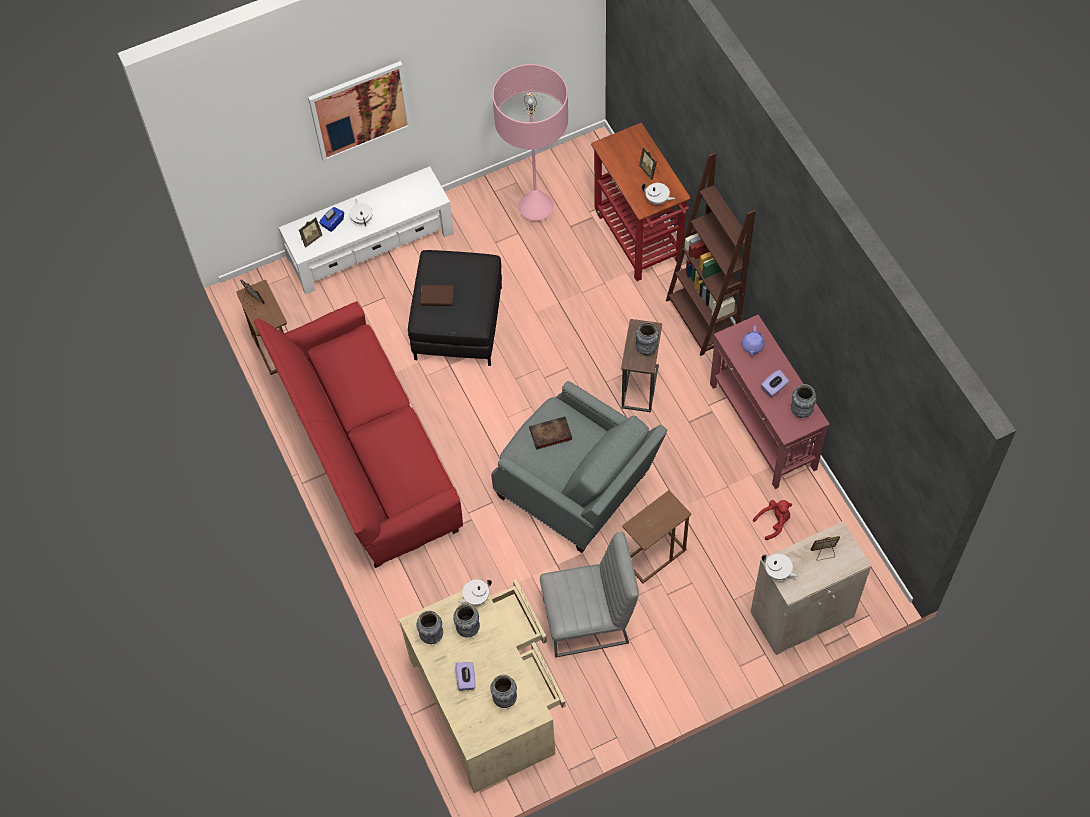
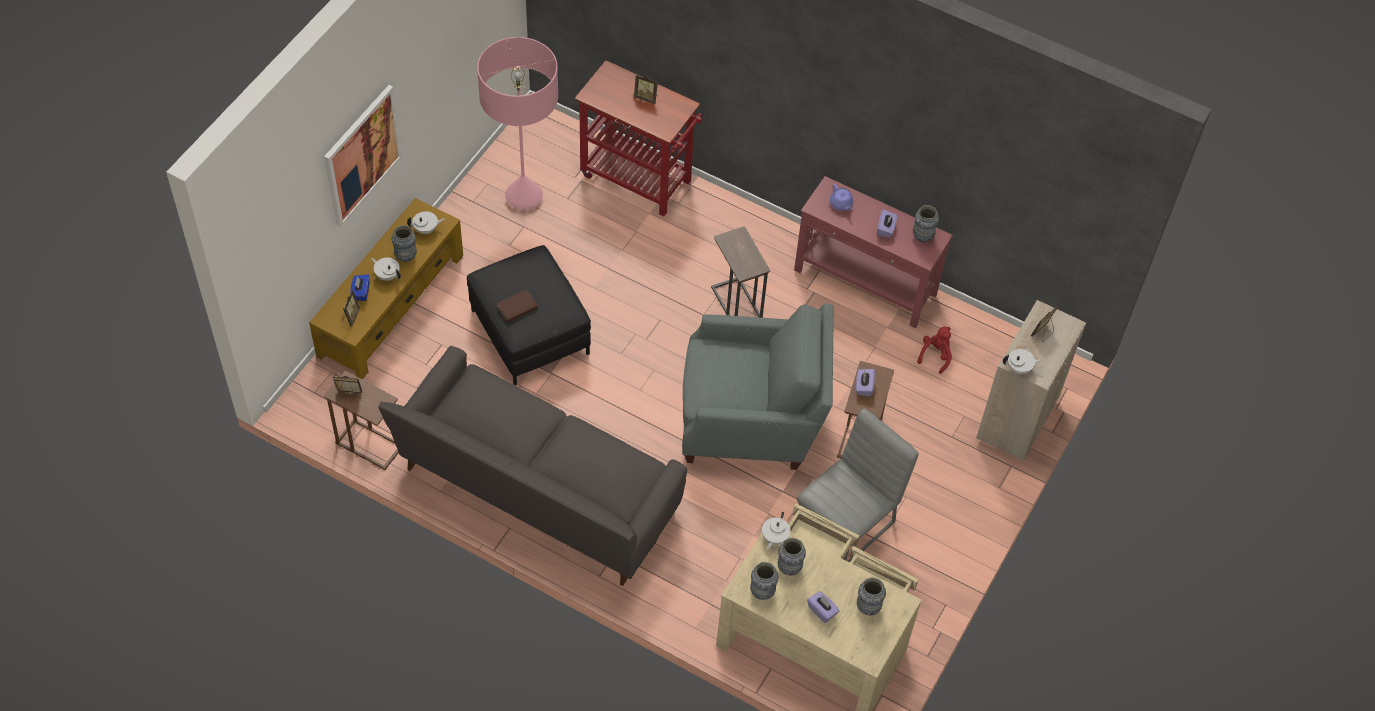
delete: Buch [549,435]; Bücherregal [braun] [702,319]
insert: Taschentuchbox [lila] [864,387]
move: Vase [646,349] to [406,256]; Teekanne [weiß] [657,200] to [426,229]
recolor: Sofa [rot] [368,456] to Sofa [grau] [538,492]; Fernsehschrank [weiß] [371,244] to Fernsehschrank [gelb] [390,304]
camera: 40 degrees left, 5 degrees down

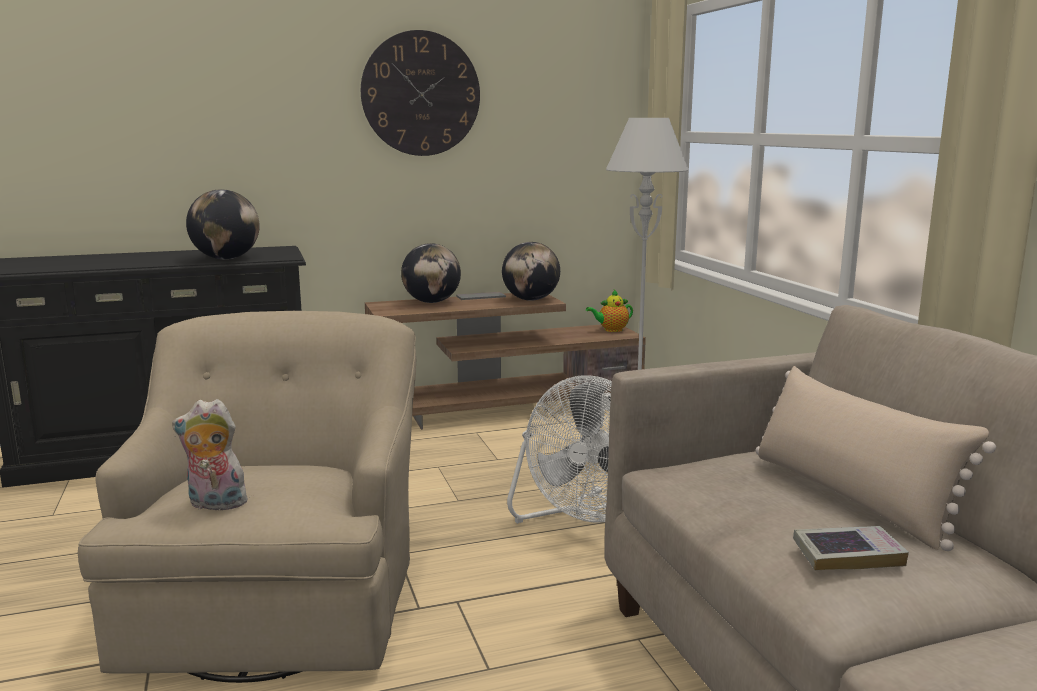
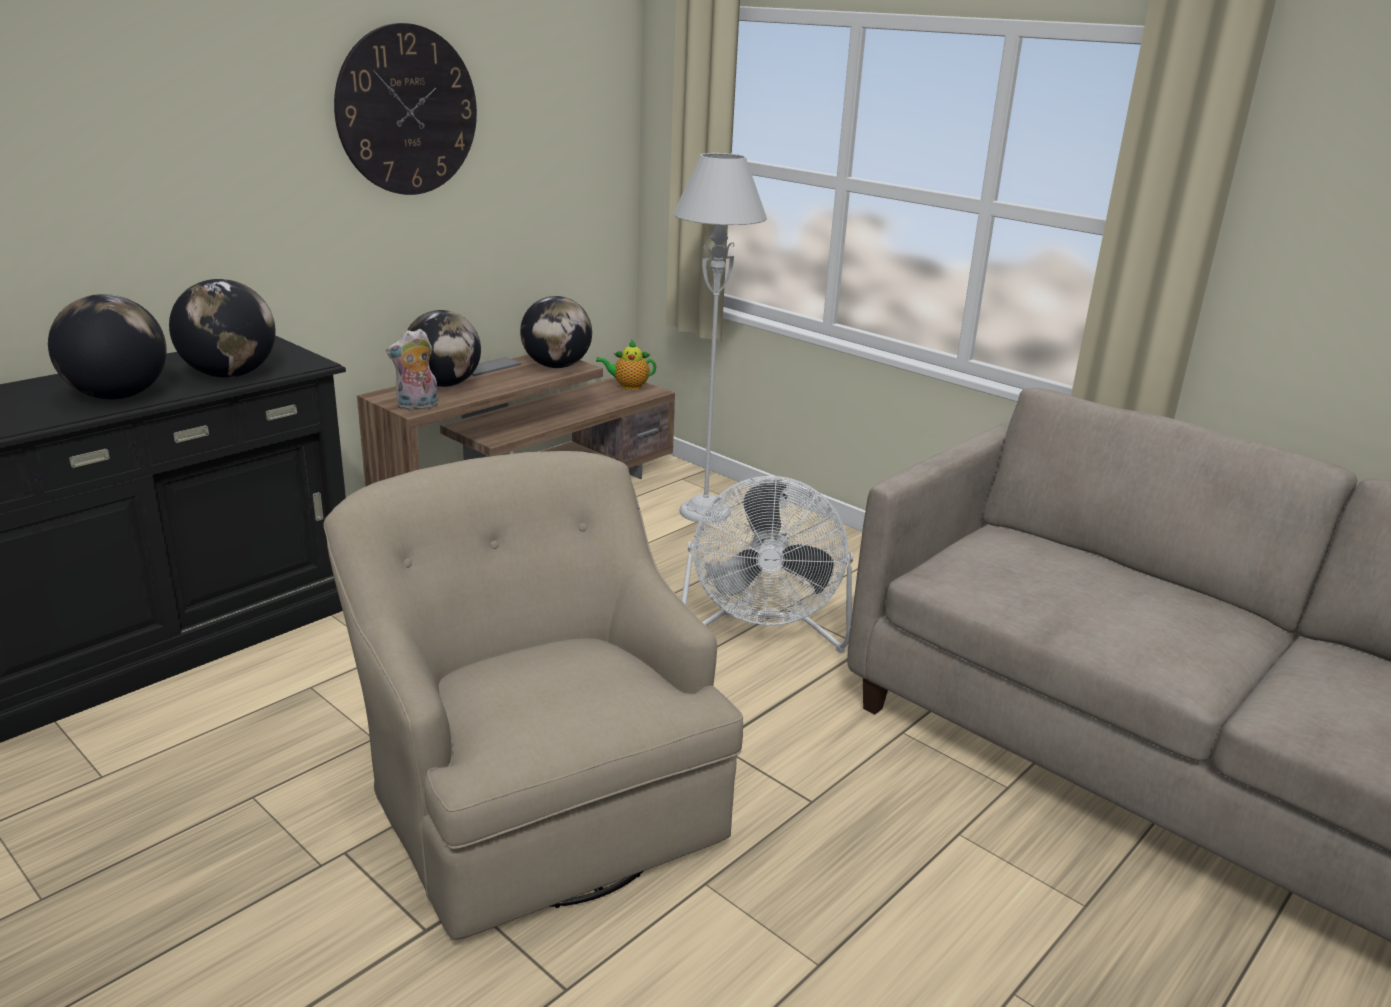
delete: Kissen [beige] [849,497]; Buch [847,554]
insert: Globus [117,396]
move: Plüschtier [214,504] to [417,407]
rotate: Teekanne [611,330] = [628,386] 45 degrees clockwise
camera: 30 degrees left, 10 degrees up

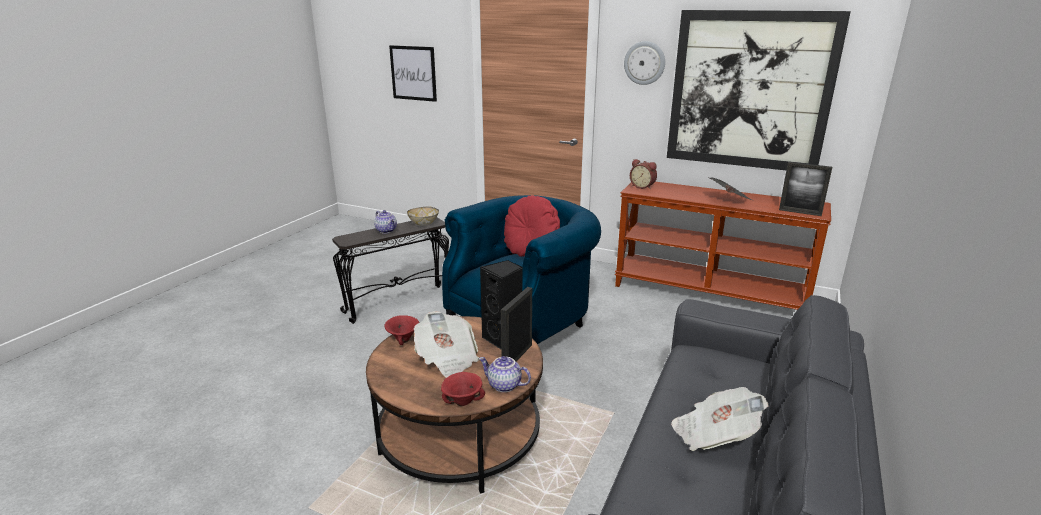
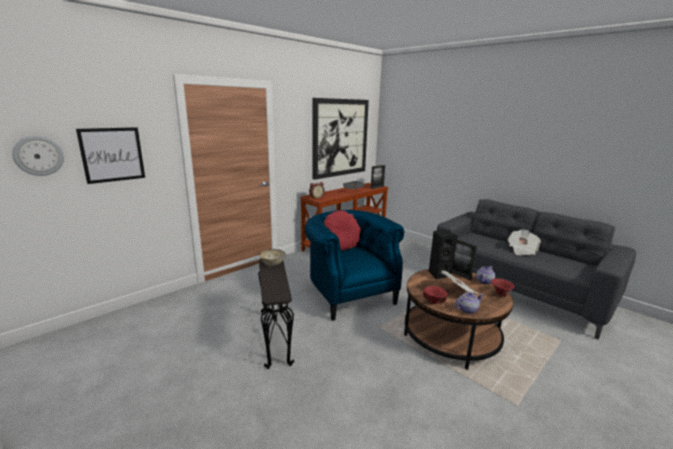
move: Teekanne [387,230] to [467,309]; Wanduhr [644,63] to [39,156]
camera: 70 degrees left, 5 degrees down

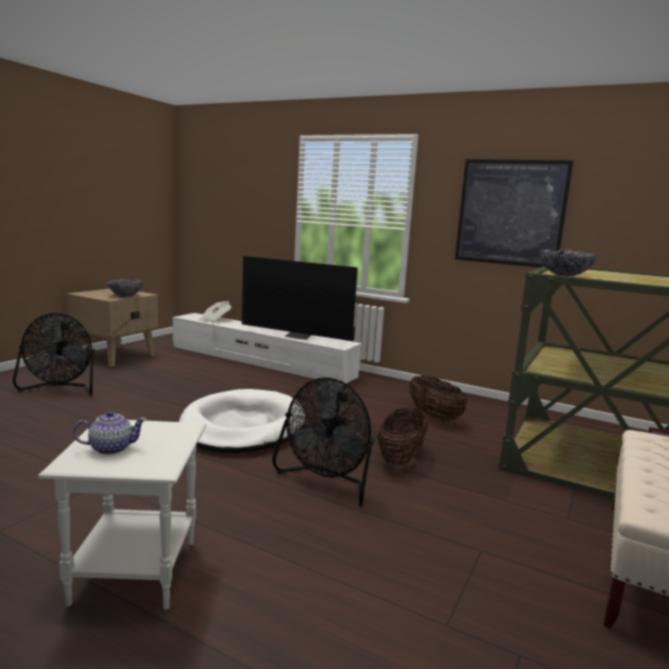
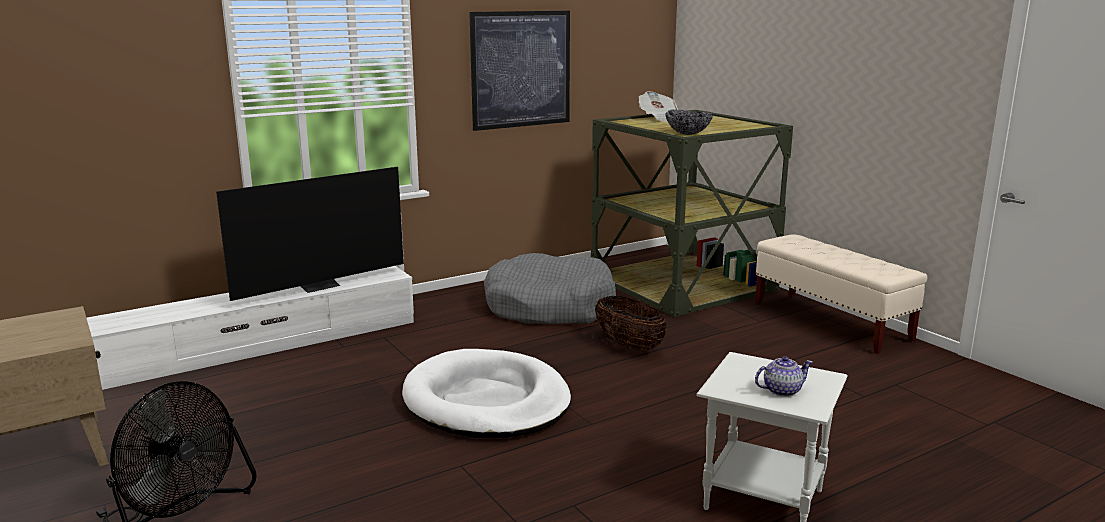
delete: Schüssel [125,296]; Ventilator [schwarz] [326,479]
move: Zeitung [214,320] to [658,118]
replace: Korb [434,417] to Hundebett [grau] [550,307]
rotate: Teekanne [110,448] = [781,390] 60 degrees clockwise
camera: 60 degrees left, 5 degrees up

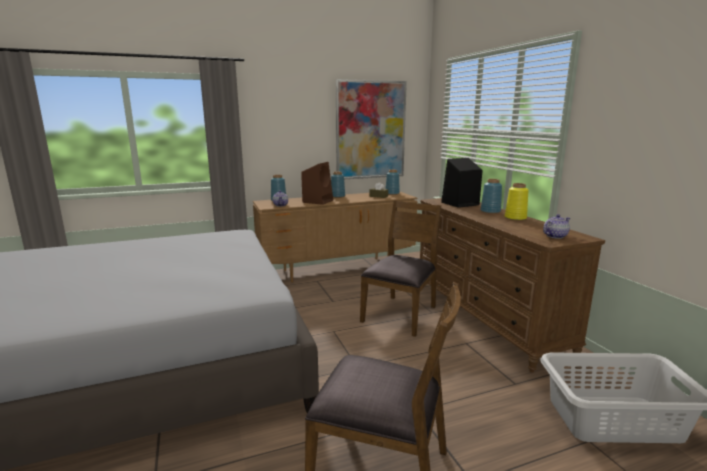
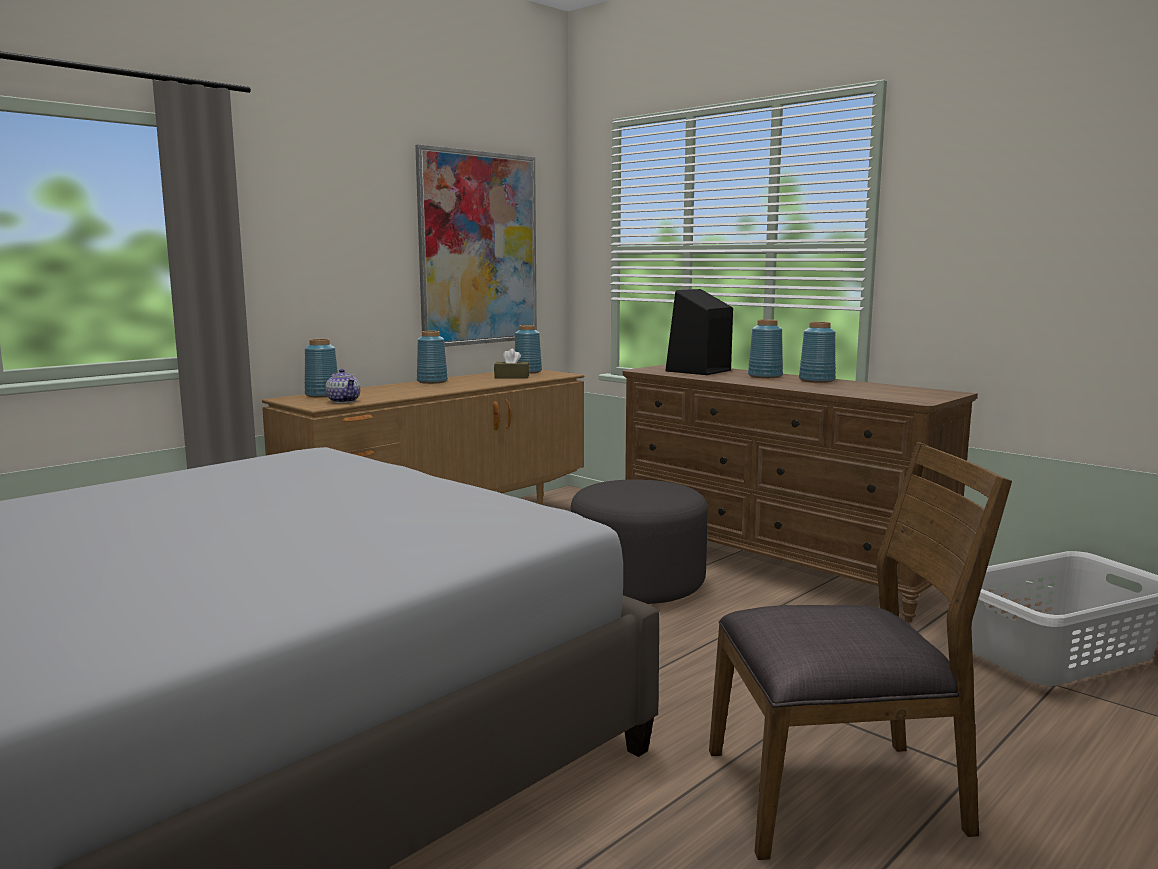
delete: Lautsprecher [braun] [318,201]; Teekanne [554,236]
replace: Stuhl [braun] [401,314] to Polsterhocker [grau] [638,583]
recolor: Vase [gelb] [515,218] to Vase [blau] [816,380]
camera: 25 degrees left, 5 degrees down

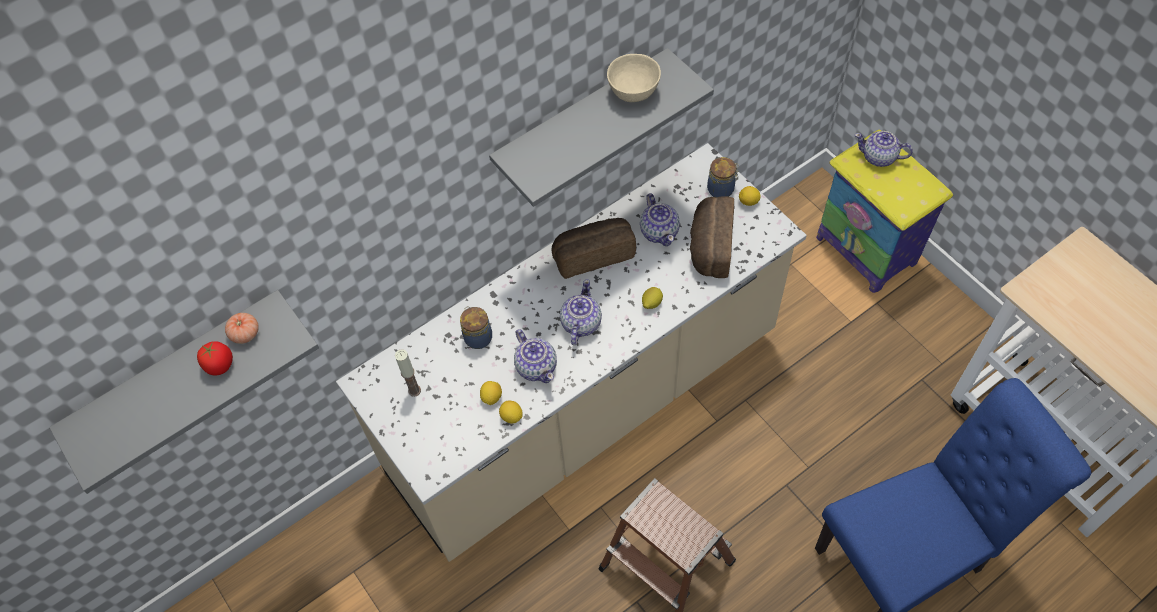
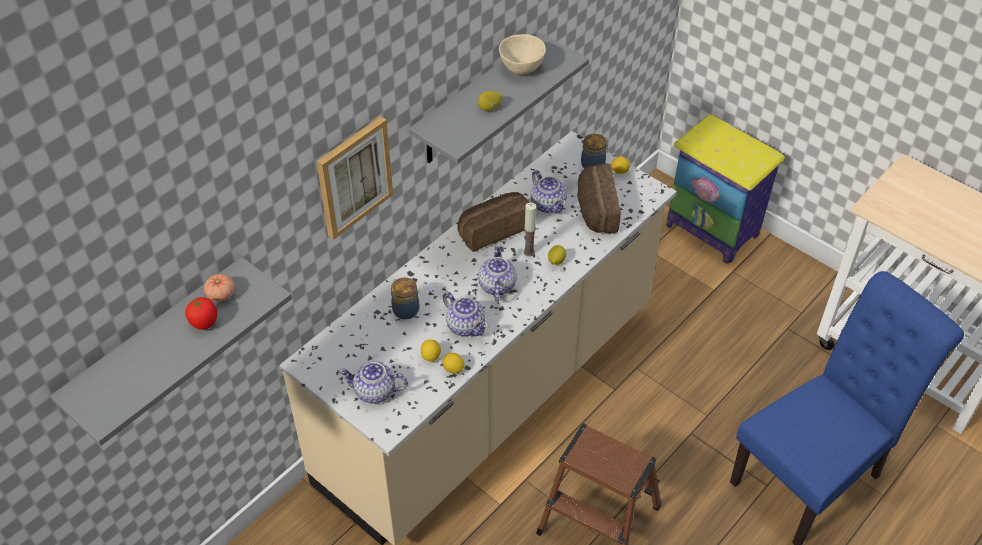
insert: Bild [353,176]; Zitrone [489,108]
move: Kerze [414,390] to [529,252]; Teekanne [879,157] to [375,392]
camera: 15 degrees left, 10 degrees down

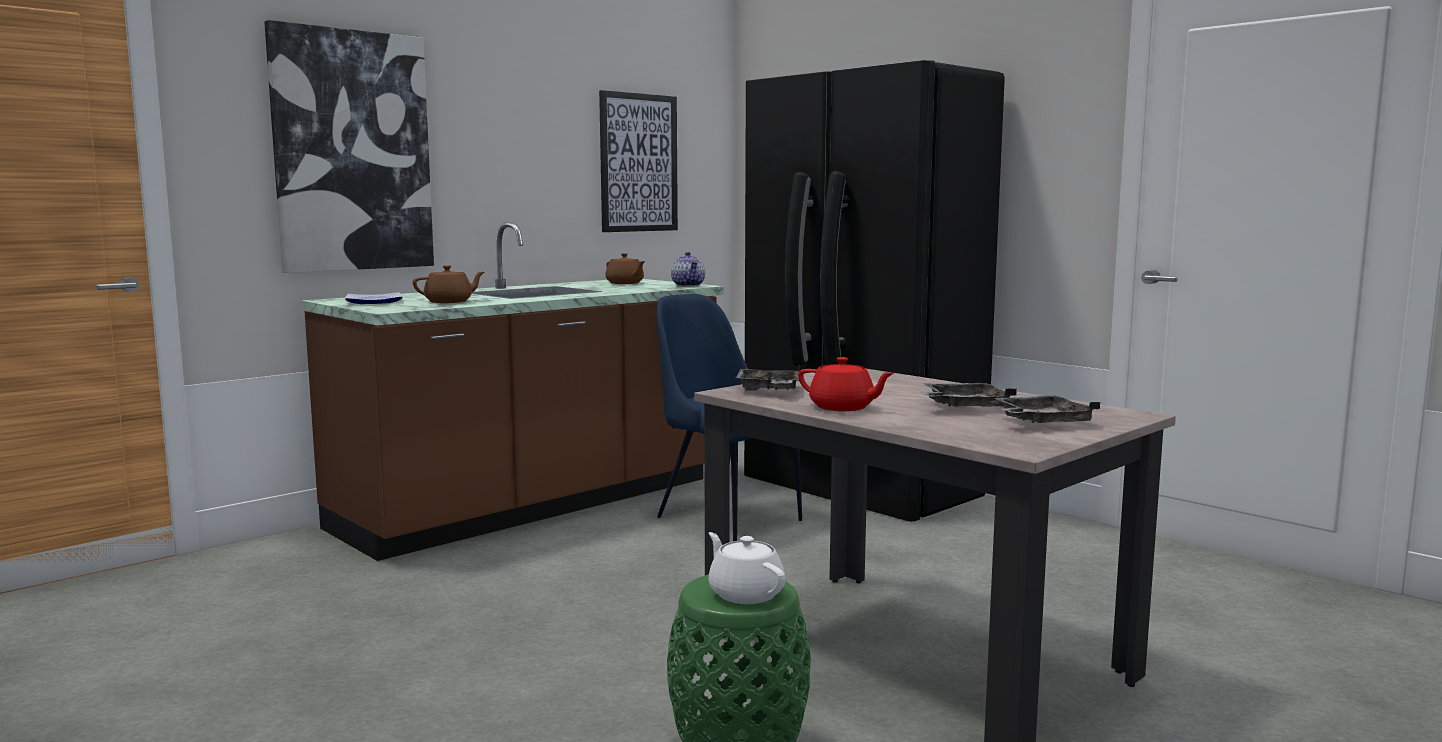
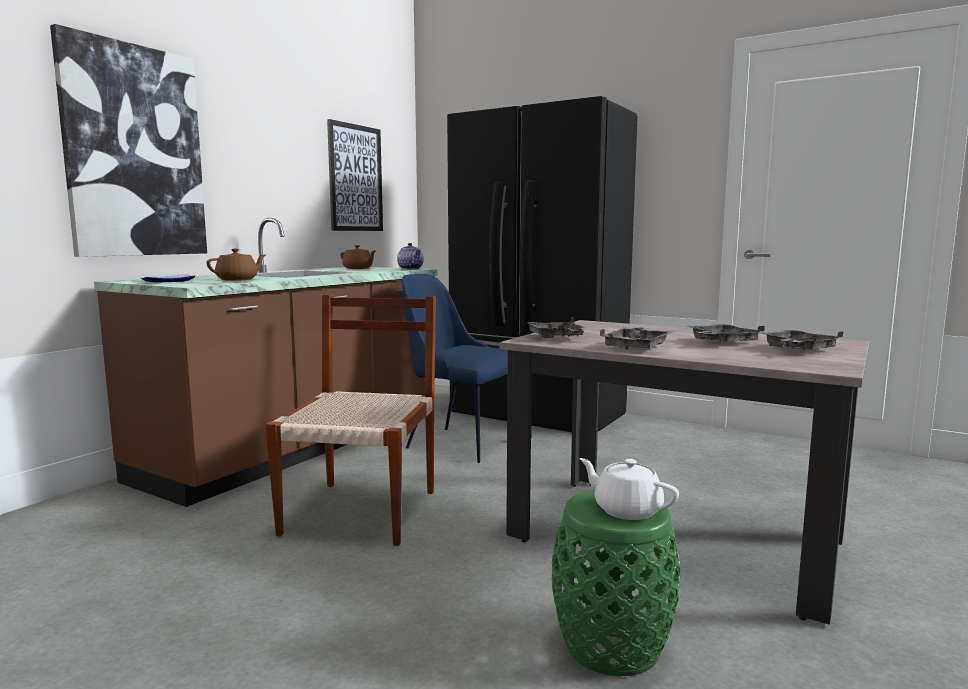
insert: Stuhl [363,511]
replace: Teekanne [rot] [843,408] to Tablett [grau] [637,347]
camera: 15 degrees left, 0 degrees up

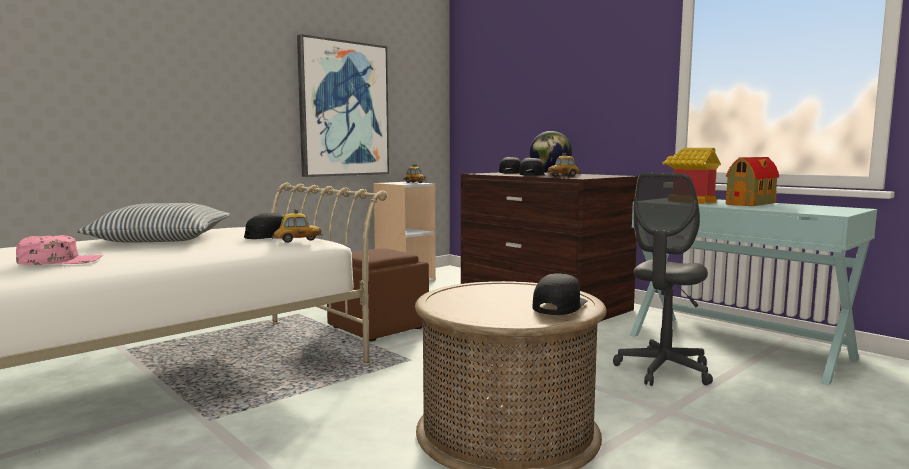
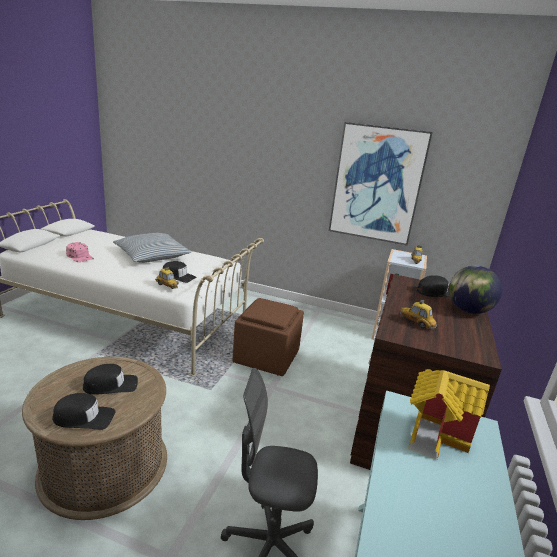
delete: Spielzeughaus [751,203]
move: Kappe [schwarz] [531,175] to [111,385]
camera: 60 degrees right, 15 degrees up

